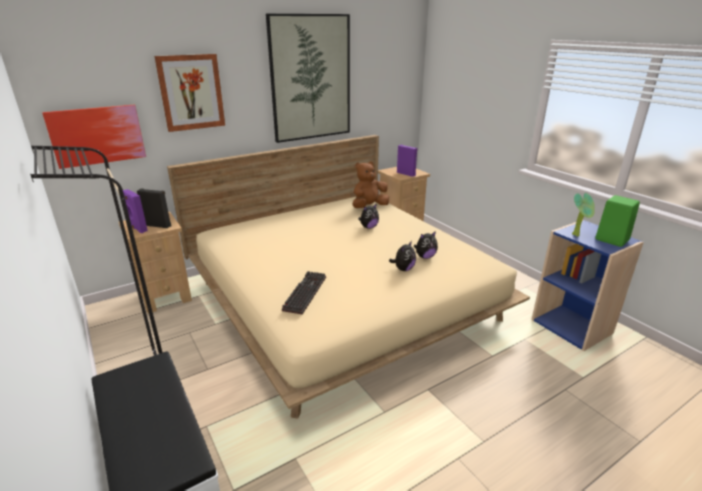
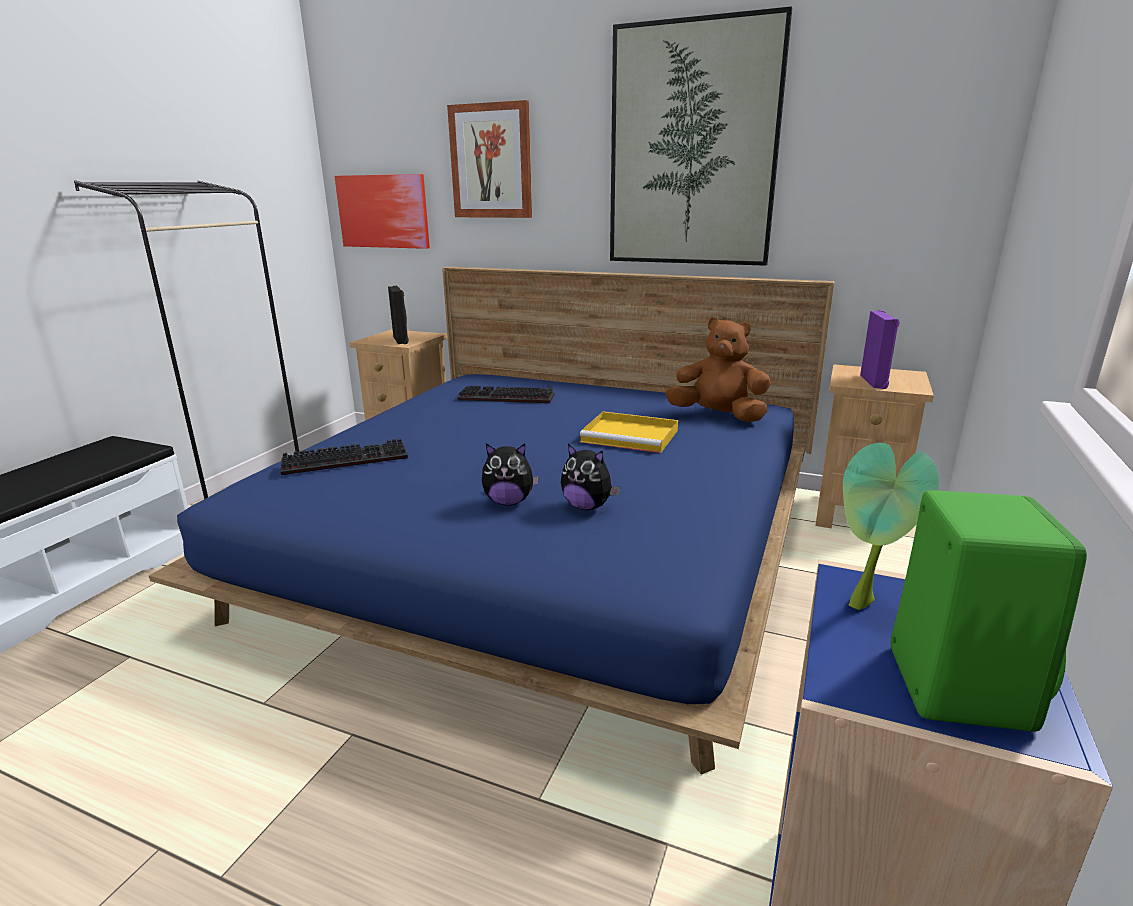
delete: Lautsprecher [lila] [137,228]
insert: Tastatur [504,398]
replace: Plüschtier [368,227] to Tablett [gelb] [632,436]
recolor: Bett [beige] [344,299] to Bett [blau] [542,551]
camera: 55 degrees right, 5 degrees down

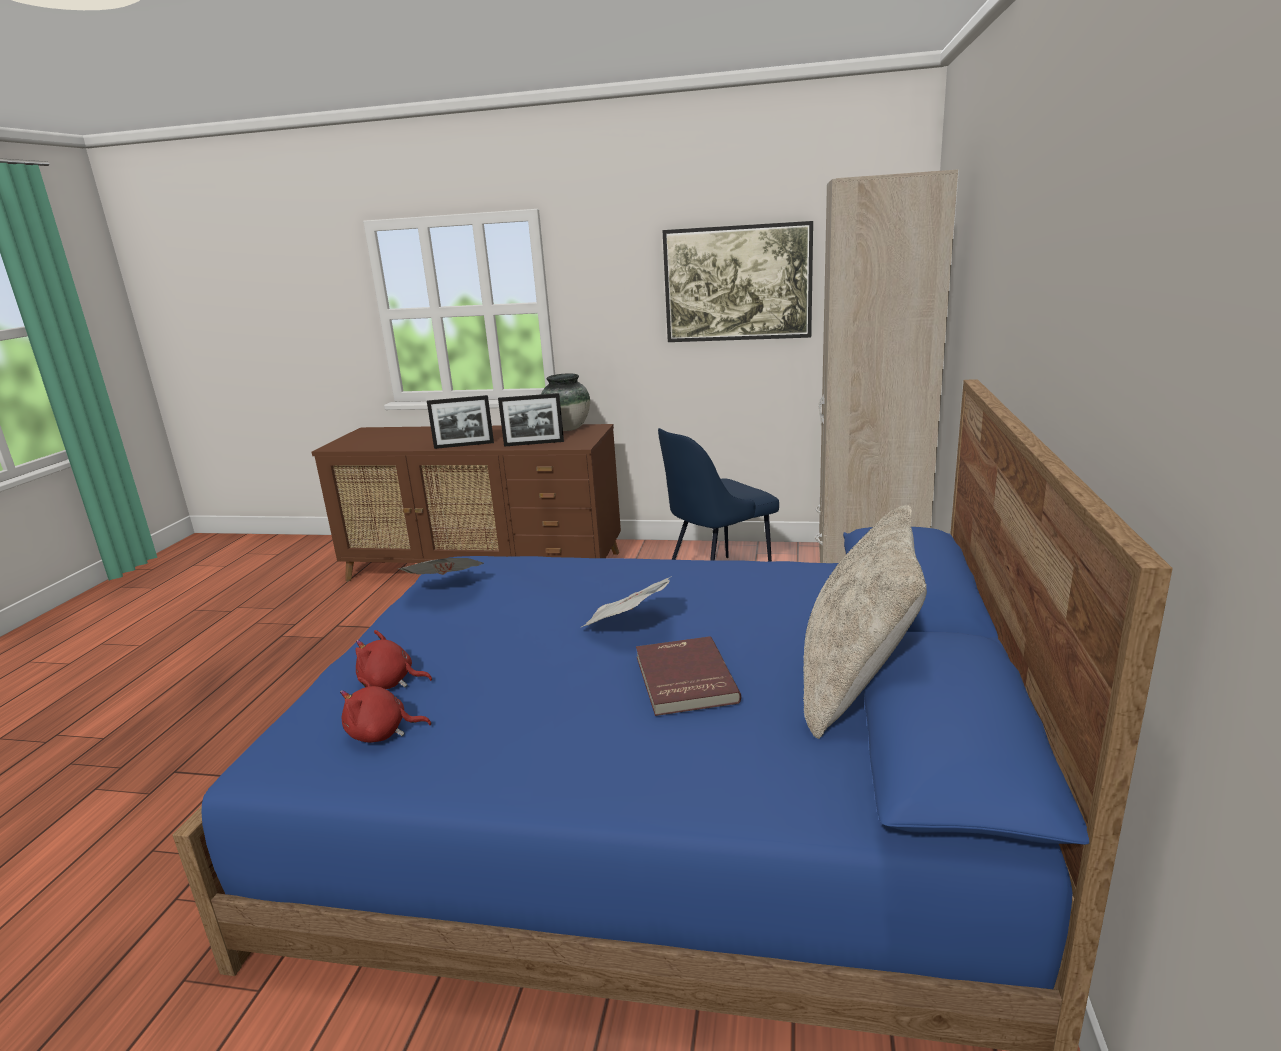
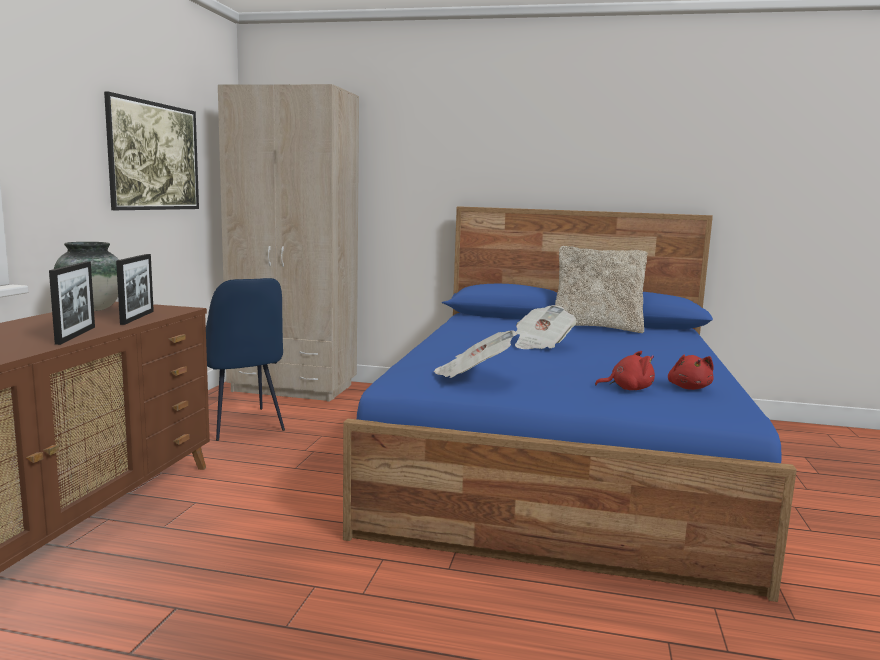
delete: Buch [rot] [683,679]
rotate: Plüschtier [rot] [390,682] = [628,389] 105 degrees counterclockwise
camera: 90 degrees left, 10 degrees down

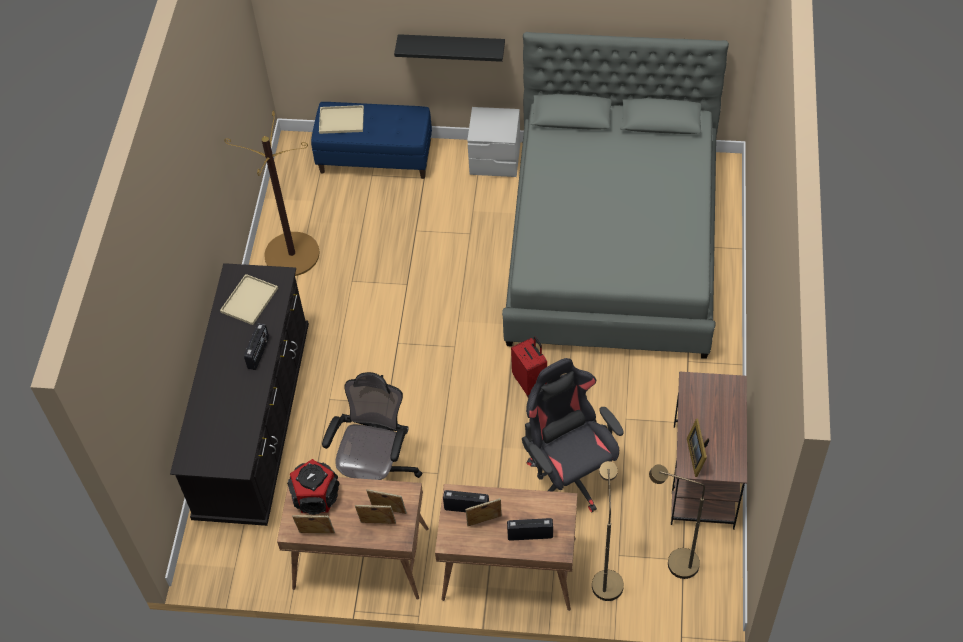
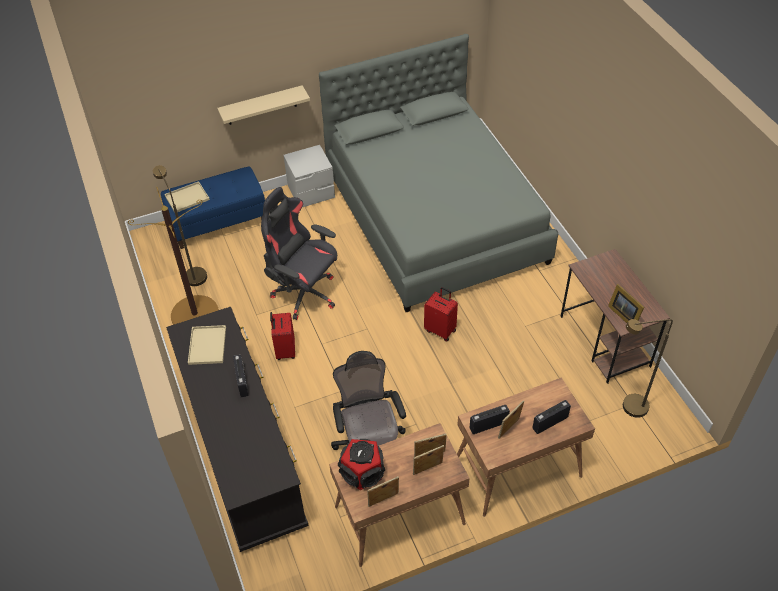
insert: Koffer [rot] [285,350]
move: Bürostuhl [schwarz] [570,478] to [306,294]; Stehlampe [braun] [606,577] to [192,273]
recolor: Wandregal [schwarz] [451,46] to Wandregal [beige] [261,105]
camera: 30 degrees left, 5 degrees down

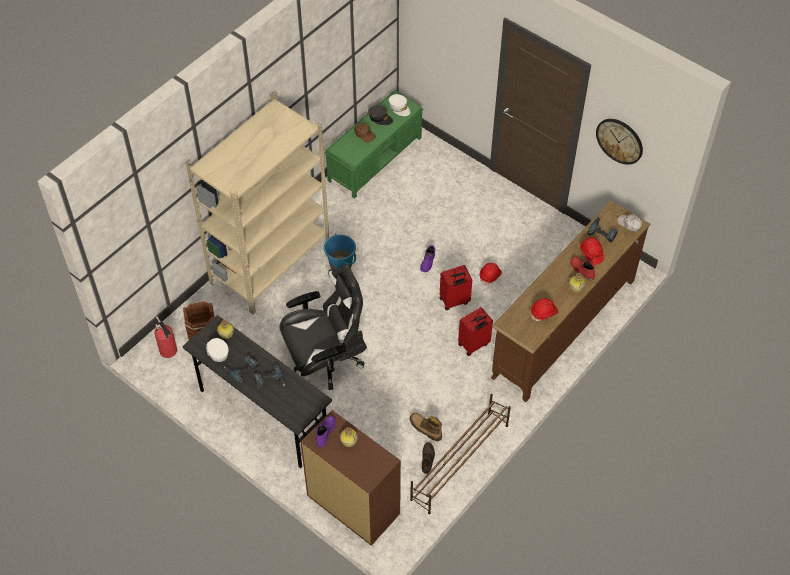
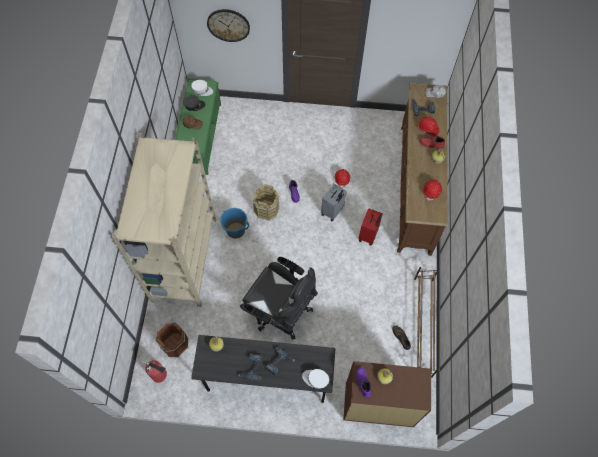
delete: Stiefel [425,428]
insert: Eimer [braun] [267,210]
move: Kappe [weiß] [217,352] to [315,379]; Wanduhr [619,140] to [228,25]
recolor: Koffer [rot] [454,301] to Koffer [grau] [333,211]
rotate: Bürostuhl [schwarz] [324,362] = [279,311] 90 degrees clockwise
camera: 35 degrees left, 10 degrees up

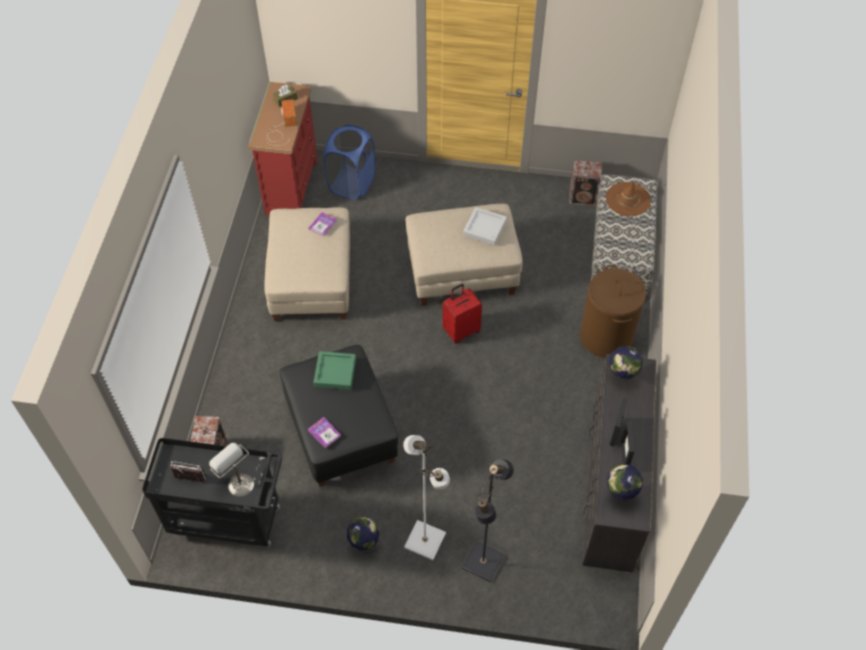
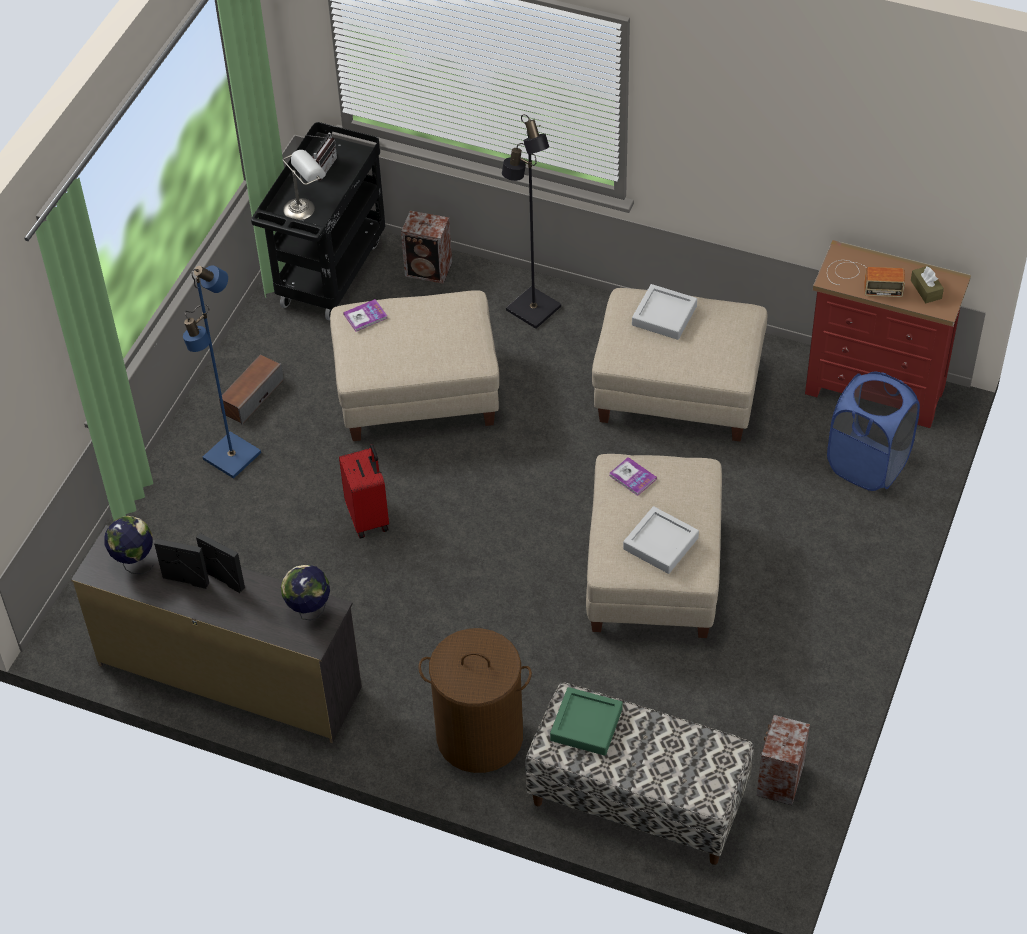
delete: Hut [braun] [628,199]
insert: Tablett [grau] [664,316]
move: Buch [323,224] to [632,477]; Tablett [grün] [335,372] to [586,725]; Koffer [rot] [461,330] to [369,517]; Stehlampe [schwarz] [482,561] to [533,308]
replace: Globus [364,543] to Lautsprecher [252,396]
recolor: Polsterhocker [schwarz] [341,431] to Polsterhocker [beige] [418,395]; Stehlampe [weiß] [425,540] to Stehlampe [blau] [231,456]
camera: 105 degrees right, 5 degrees down

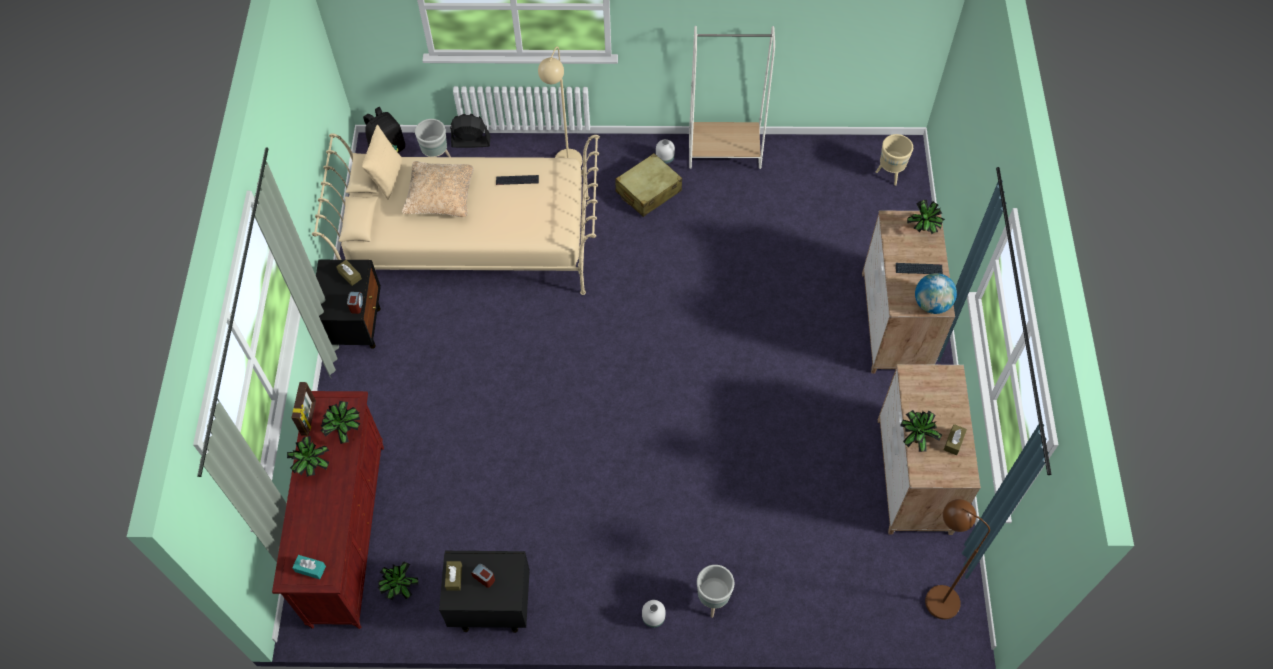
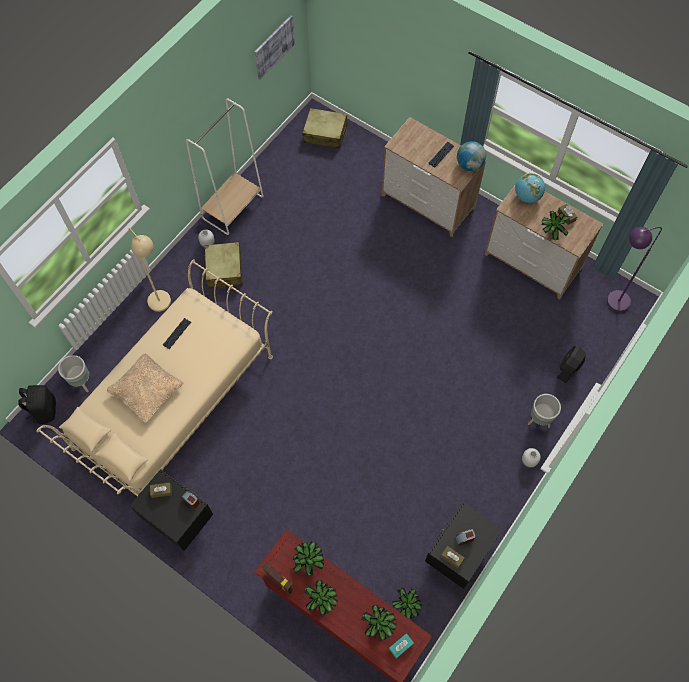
delete: Kissen [beige] [387,178]
insert: Bild [274,47]; Globus [527,196]
move: Ventilator [schwarz] [470,142] to [569,368]; Topfpflanze [922,231] to [379,626]
replace: Pflanzkübel [beige] [890,174] to Koffer [beige] [325,133]
recolor: Stehlampe [braun] [932,597] to Stehlampe [lila] [611,304]
camera: 55 degrees left, 5 degrees up

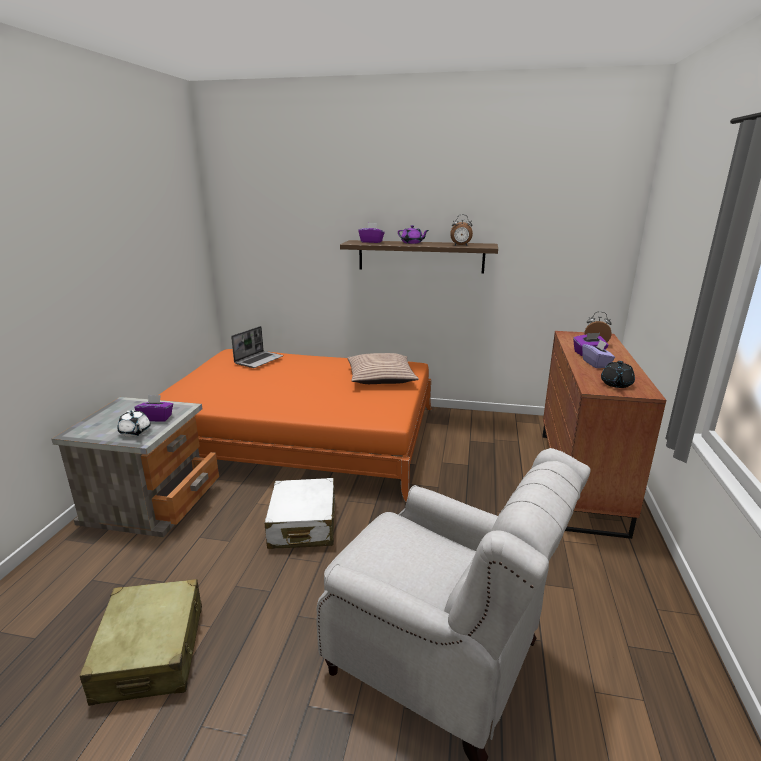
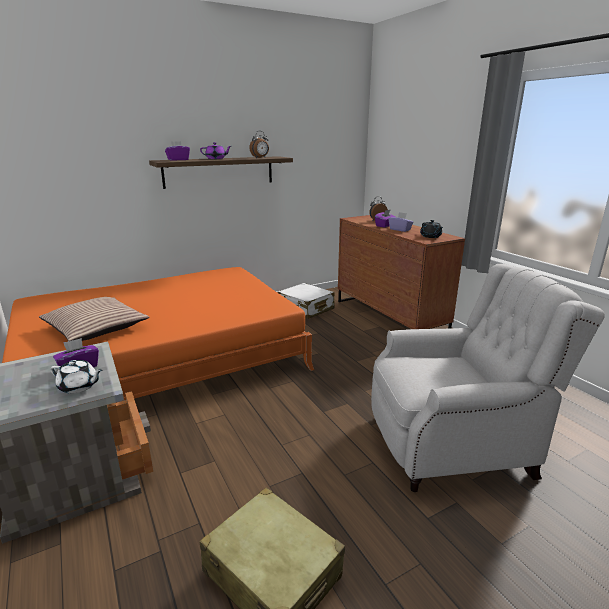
delete: Laptop [259,360]
move: Koffer [weiß] [303,525] to [306,309]; Kissen [381,377] to [96,328]
camera: 40 degrees left, 0 degrees up

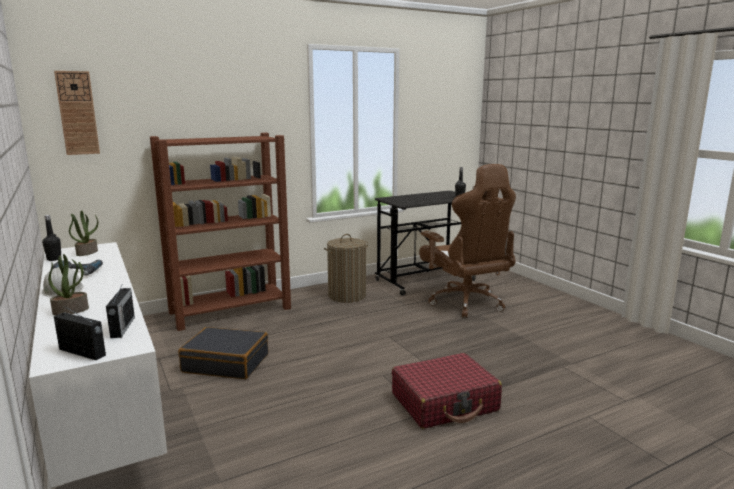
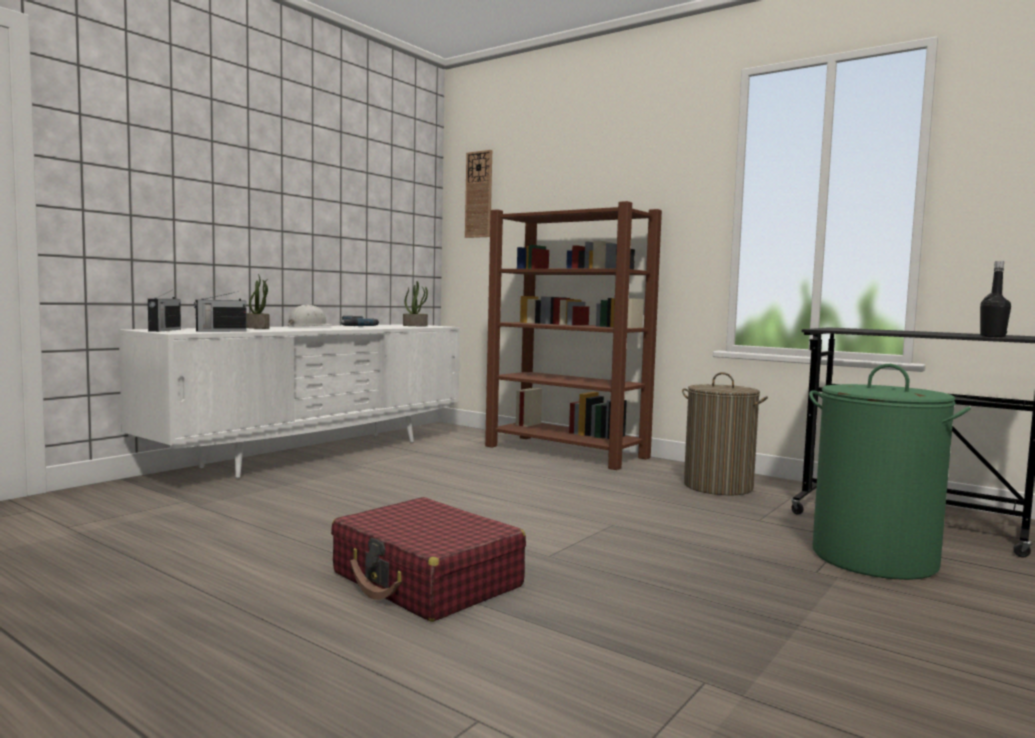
delete: Flasche [schwarz] [54,259]; Koffer [schwarz] [226,363]
replace: Bürostuhl [braun] [463,302] to Wäschekorb [grün] [873,558]
camera: 65 degrees right, 10 degrees down

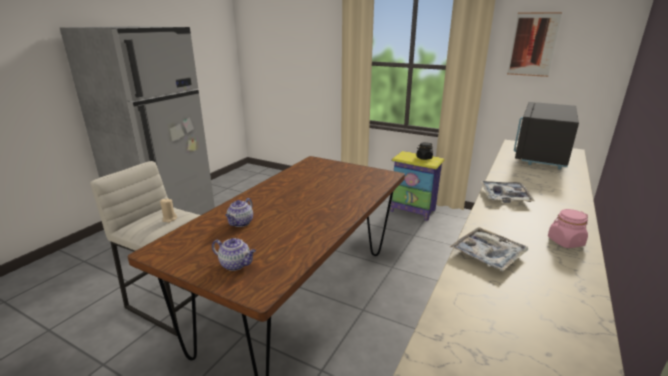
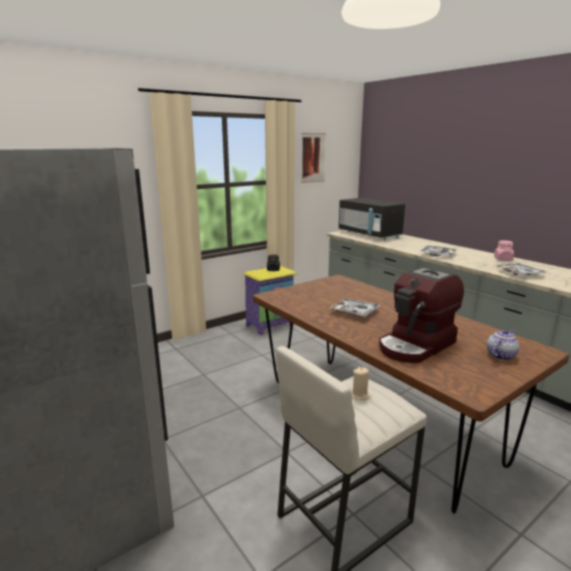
insert: Tablett [354,312]
replace: Teekanne [240,223] to Kaffeemaschine [416,345]
camera: 65 degrees left, 5 degrees down

